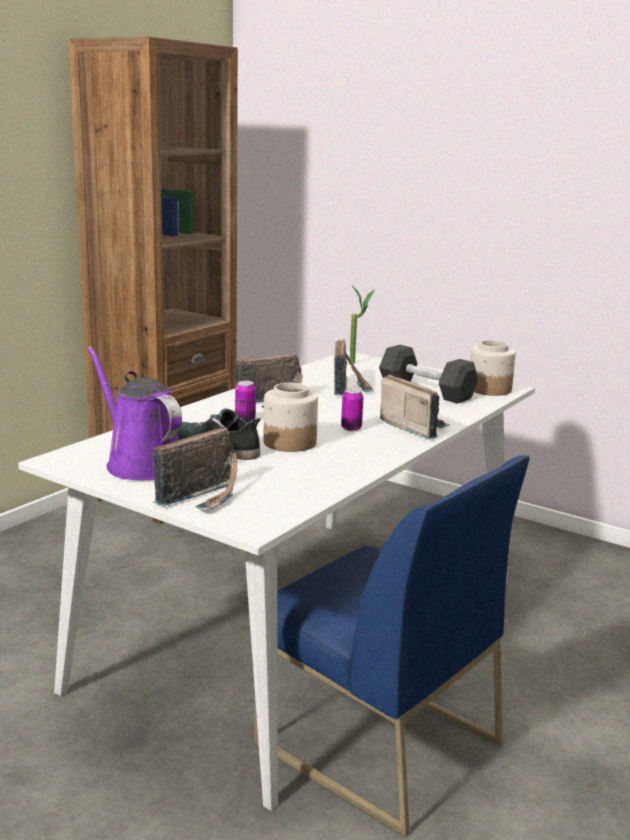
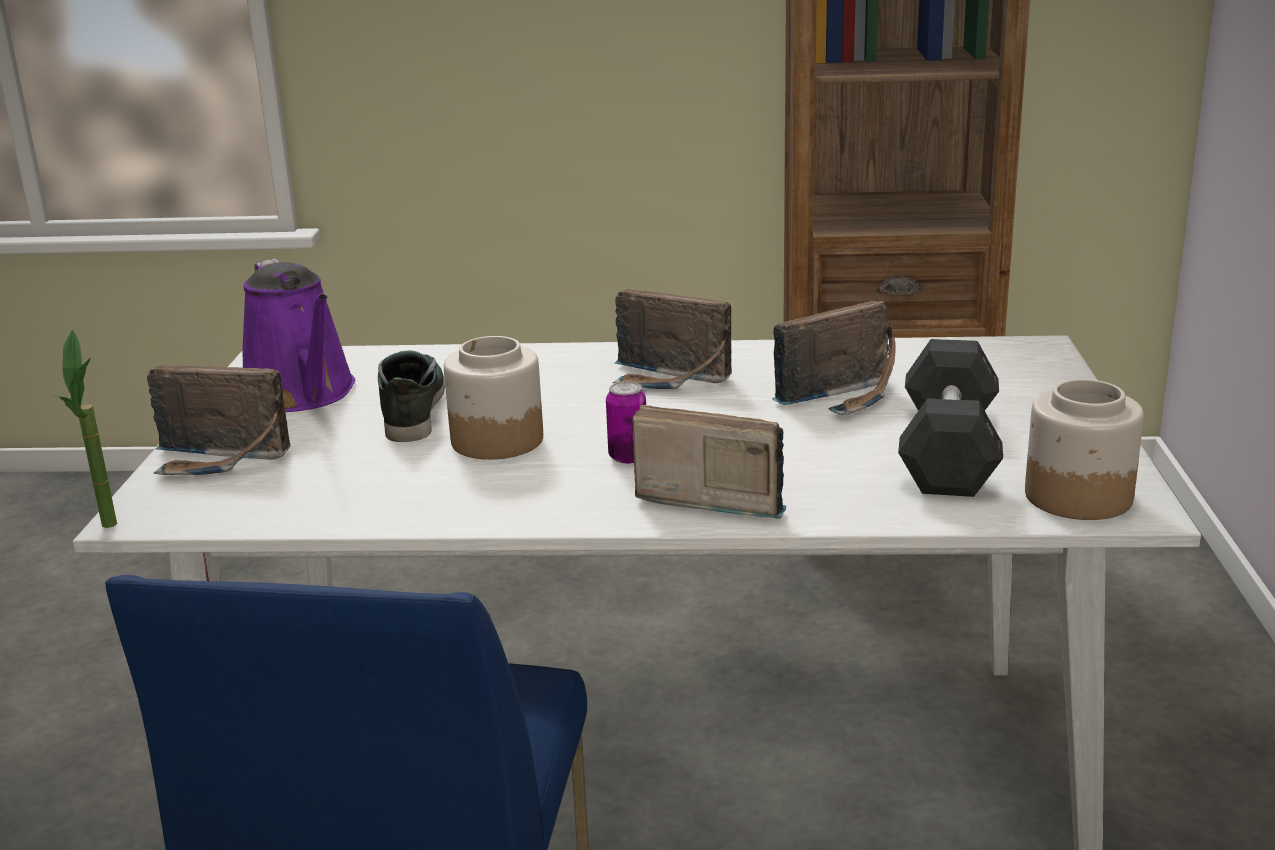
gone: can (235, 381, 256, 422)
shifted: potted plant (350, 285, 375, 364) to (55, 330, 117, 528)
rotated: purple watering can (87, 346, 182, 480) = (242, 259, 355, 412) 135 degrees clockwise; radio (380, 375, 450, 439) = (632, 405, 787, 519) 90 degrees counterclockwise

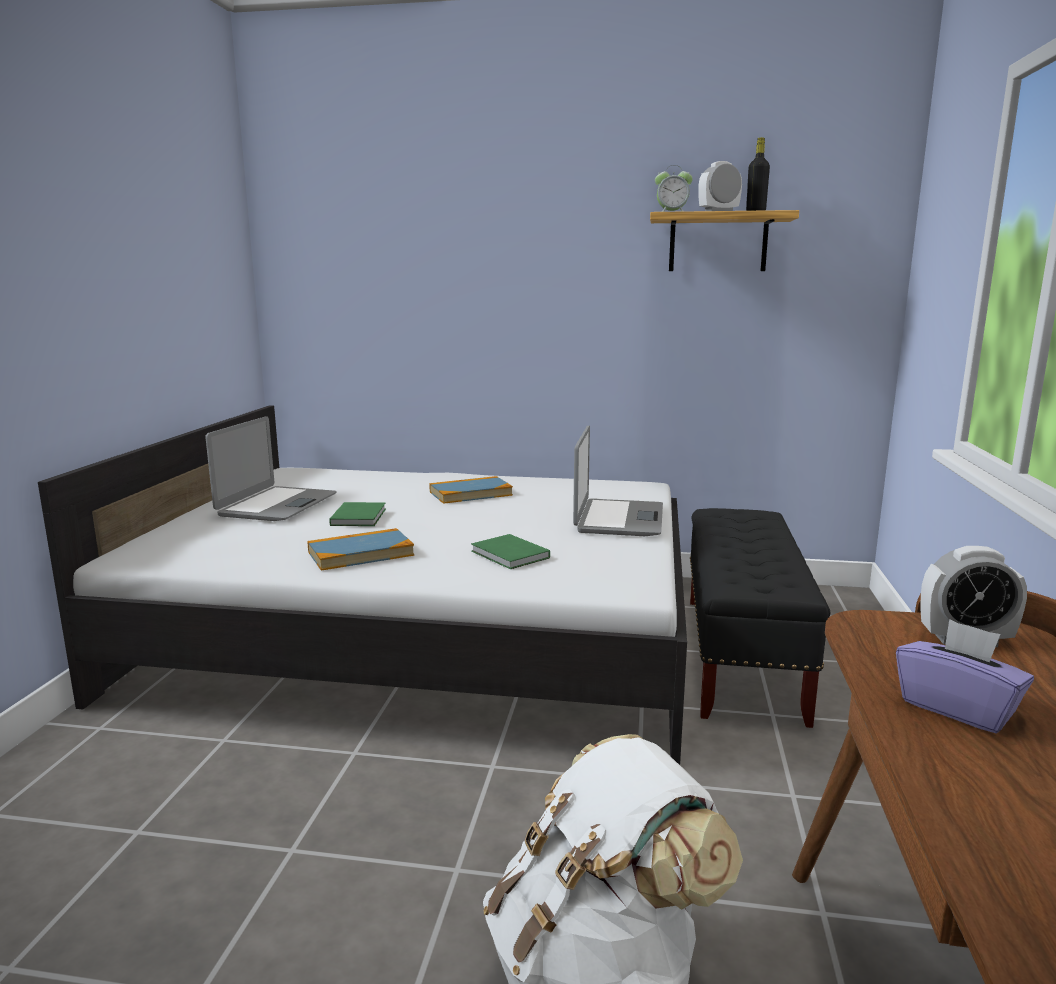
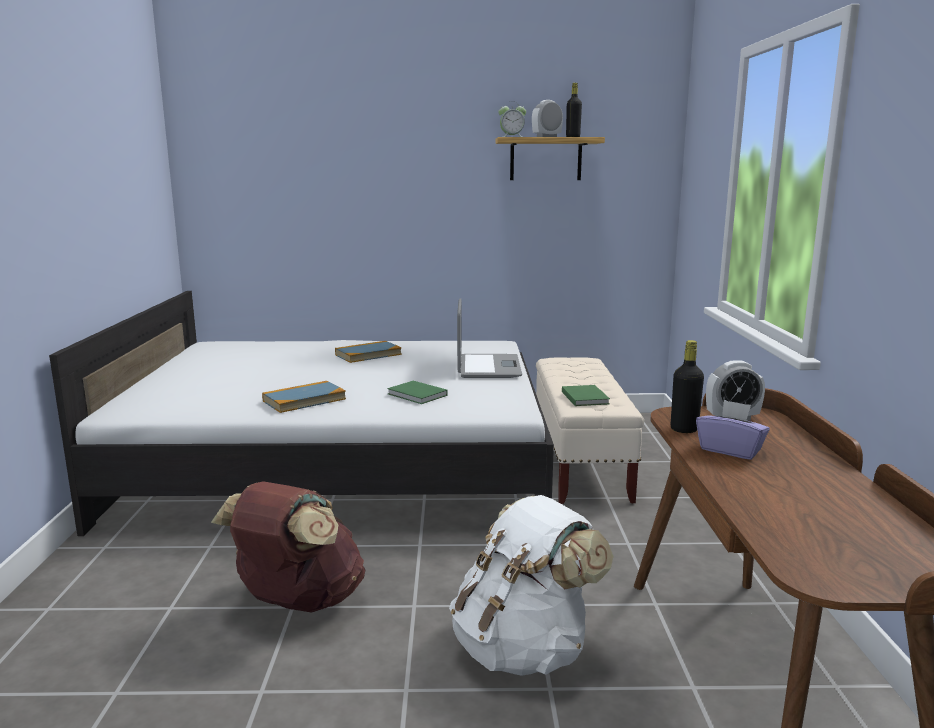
gone: laptop (205, 416, 337, 521)
new: black bottle (671, 340, 704, 433); brown backpack (211, 481, 365, 612)
shifted: green book (329, 502, 386, 526) to (562, 385, 610, 406)
repainted: black bench (690, 508, 830, 728) to beige bench (536, 357, 644, 504)

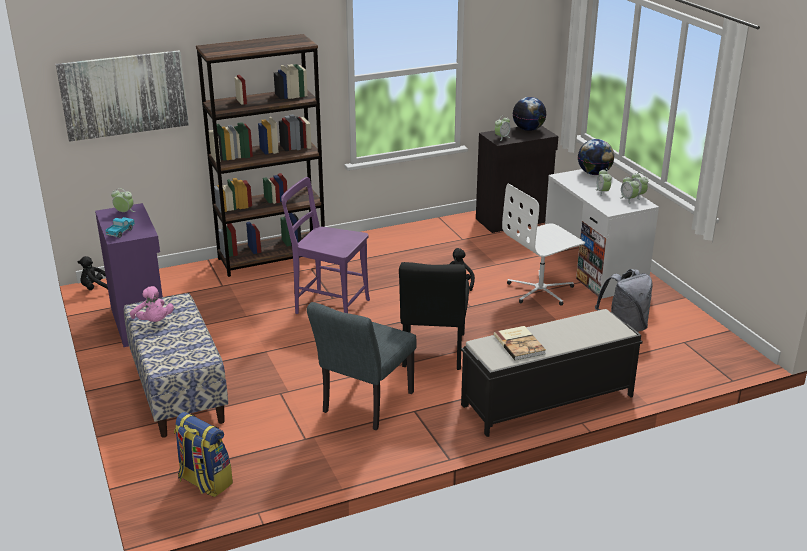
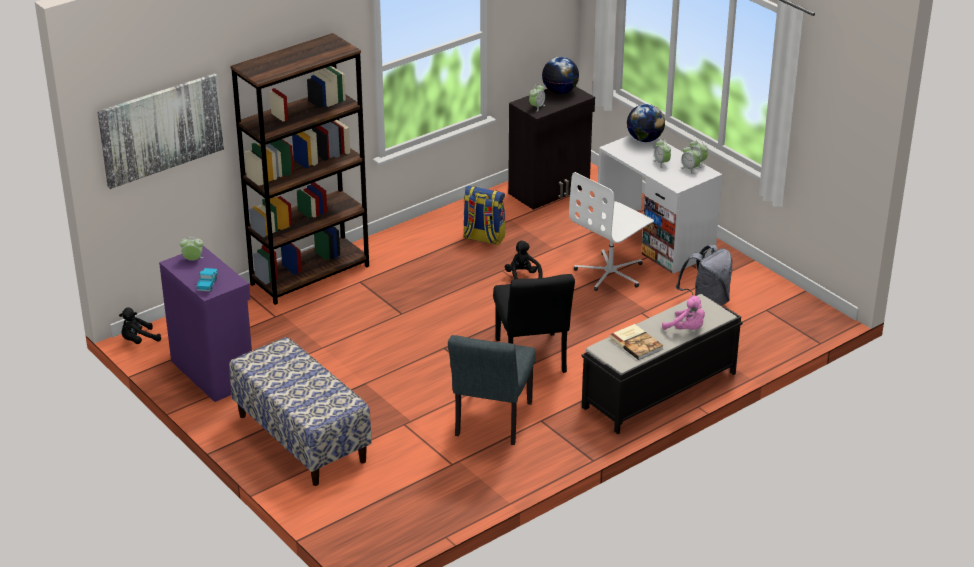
gone: purple chair (281, 177, 370, 314)
shifted: pink plush toy (130, 286, 174, 322) to (662, 295, 705, 330); backpack (174, 412, 233, 497) to (463, 186, 505, 245)

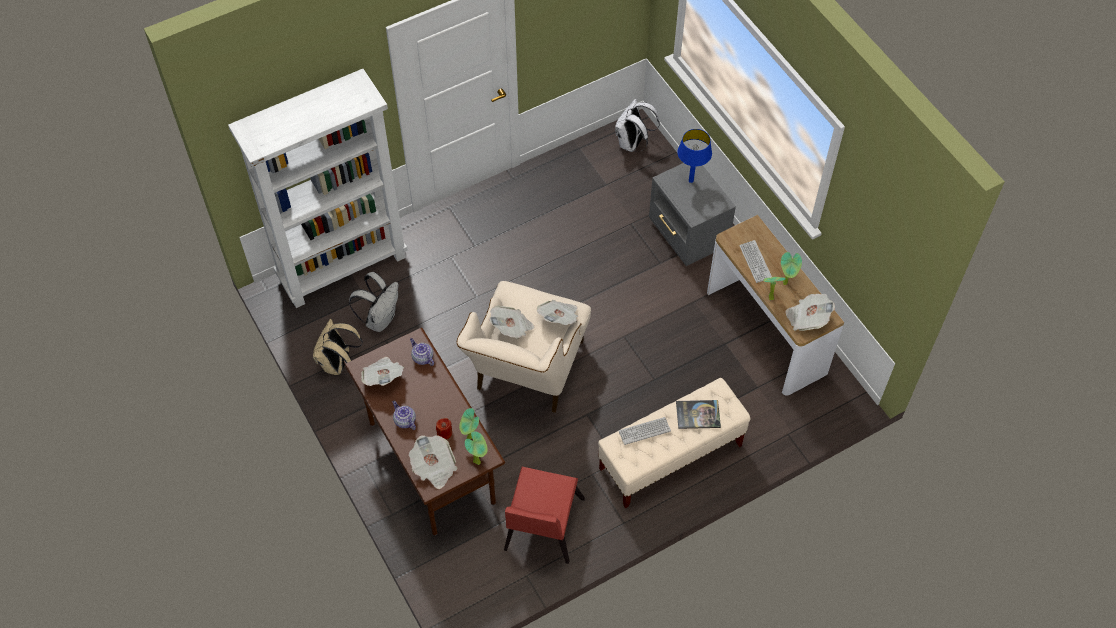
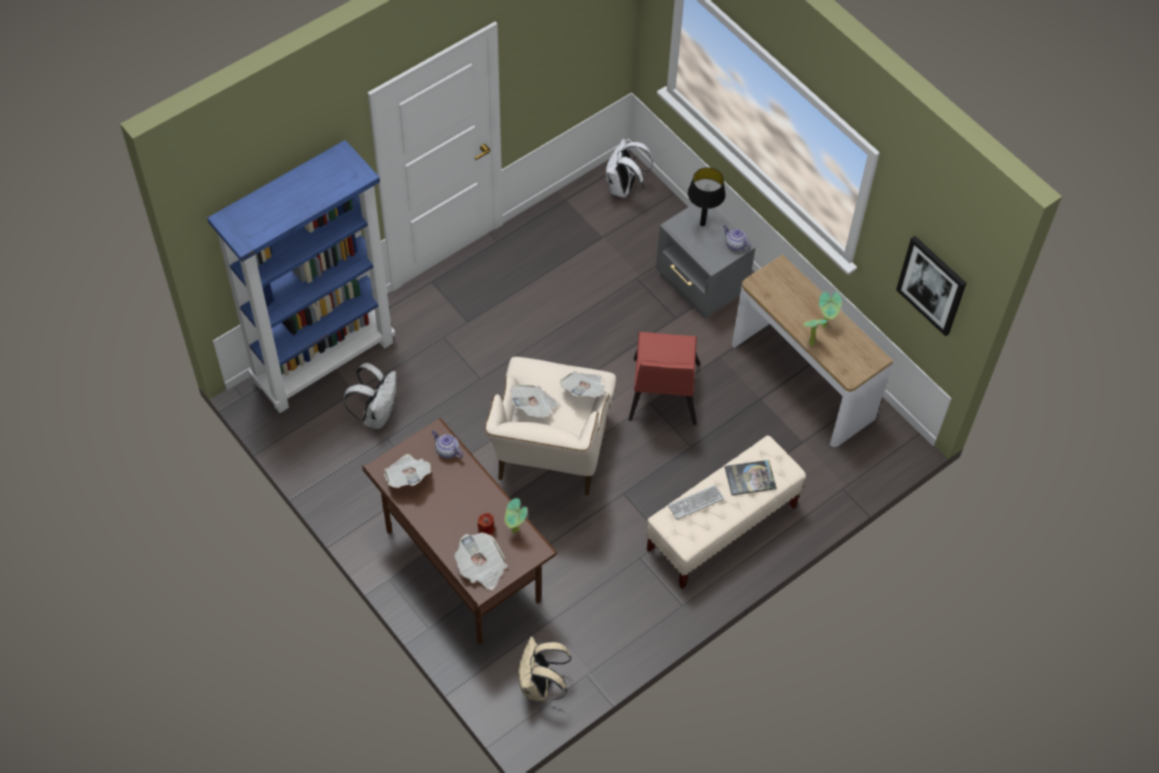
gone: keyboard (739, 240, 772, 283); newspaper (785, 294, 835, 331); potted plant (465, 431, 488, 465)
new: picture (896, 236, 966, 336)
shifted: beige backpack (313, 319, 363, 375) to (518, 637, 571, 701); teapot (392, 400, 416, 430) to (723, 225, 751, 251); red chair (504, 467, 585, 564) to (629, 332, 700, 425)
repainted: white bookcase (228, 69, 408, 308) to blue bookcase (207, 140, 395, 413); blue table lamp (677, 129, 712, 183) to black table lamp (688, 167, 726, 226)

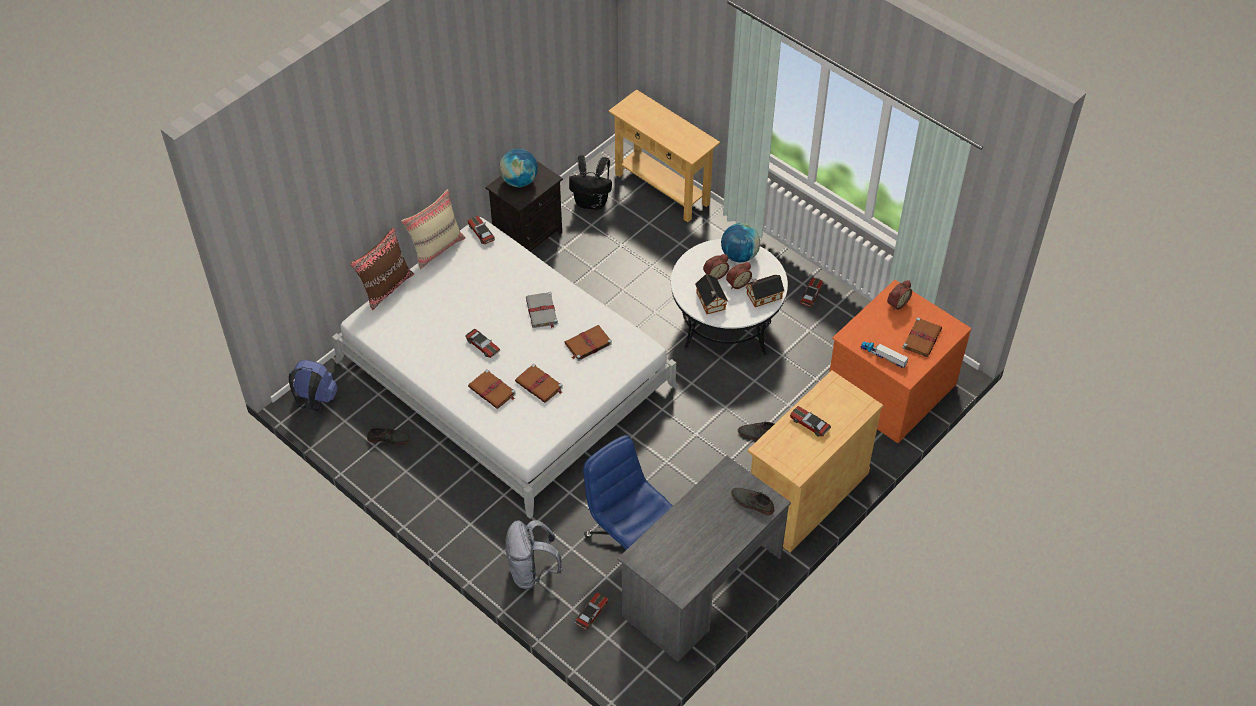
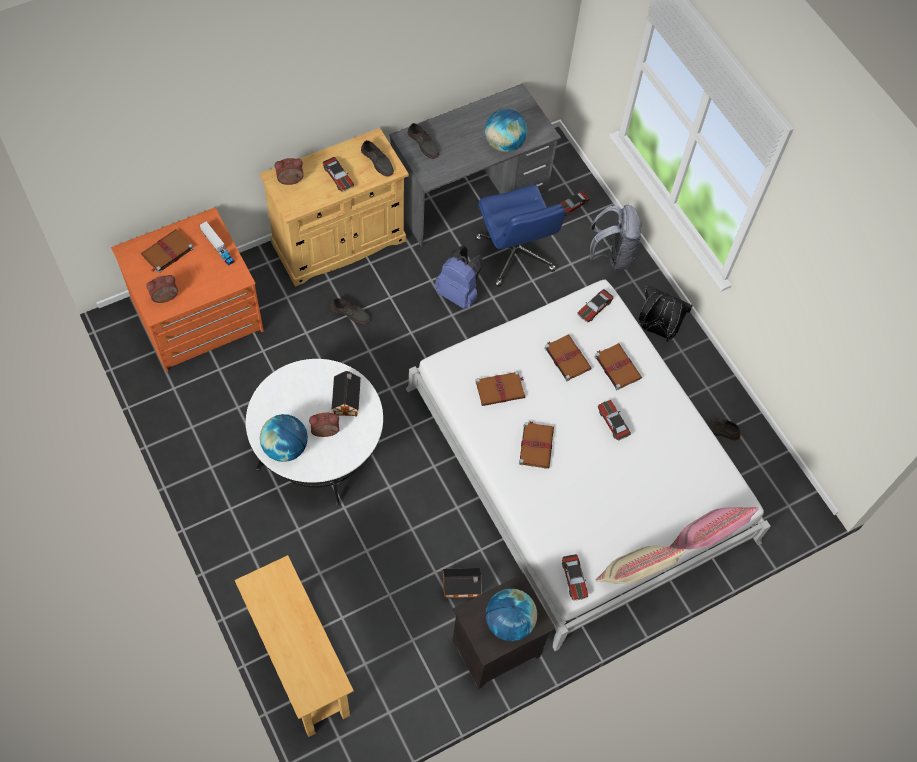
new: globe (485, 109, 527, 152); grey shoe (361, 140, 394, 177)
shifted: black backpack (569, 155, 612, 209) to (638, 286, 693, 342); alarm clock (726, 262, 752, 289) to (274, 158, 304, 185); toy house (746, 275, 784, 307) to (443, 568, 482, 598); toy car (800, 278, 823, 307) to (577, 289, 614, 323); blue backpack (289, 360, 338, 411) to (435, 246, 483, 309)
repainted: brown pillow (350, 227, 414, 310) to pink pillow (669, 507, 759, 549); grey book (526, 292, 558, 328) to brown book (519, 422, 554, 469)

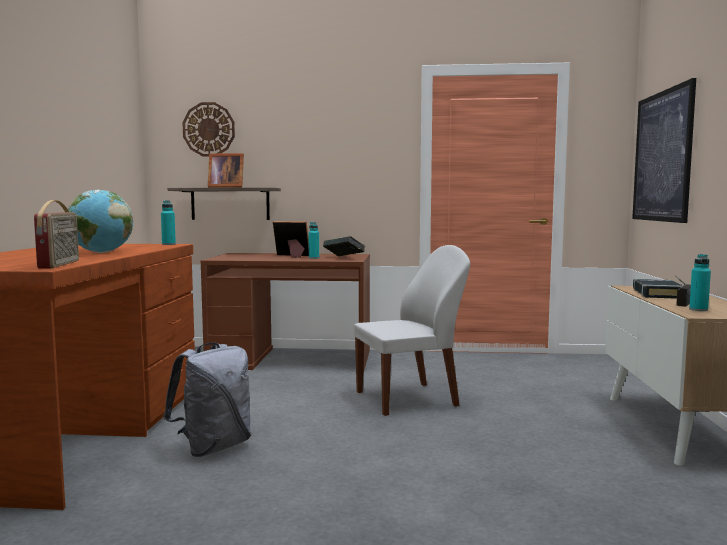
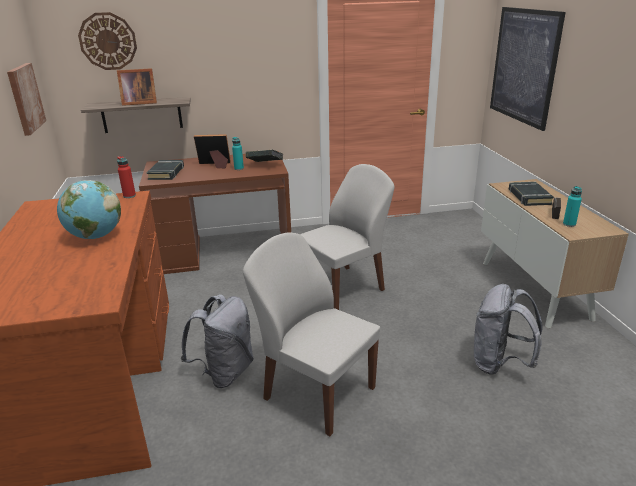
gone: radio (34, 200, 79, 269)
new: picture (7, 63, 46, 136); black book (147, 160, 184, 180); white chair (243, 233, 380, 436); grey backpack (474, 284, 543, 375)
repainted: turquoise bottle (161, 200, 176, 245) to red bottle (117, 156, 136, 198)

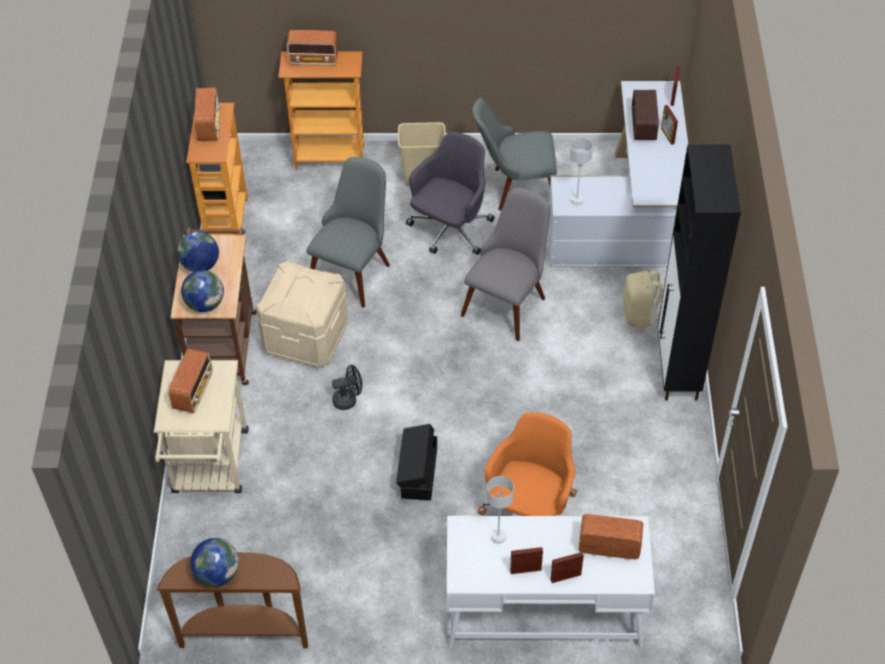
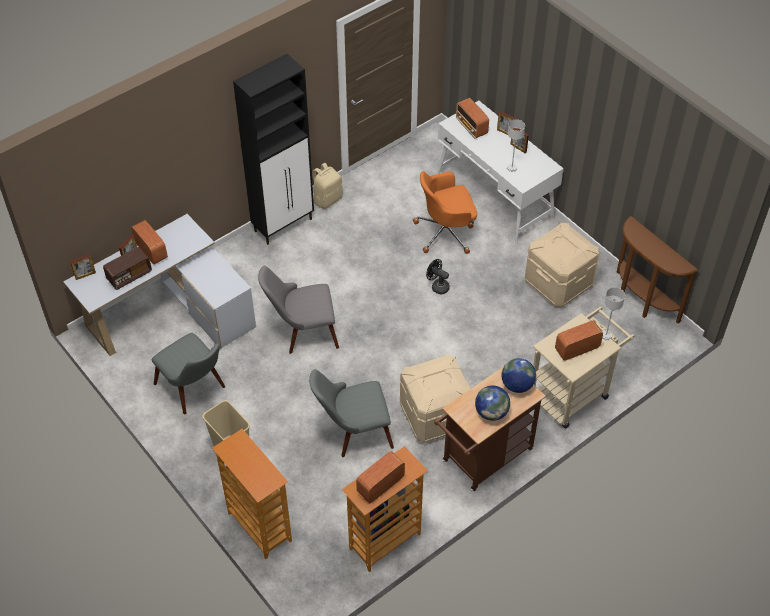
gone: grey office chair (406, 132, 495, 255); black storage box (396, 424, 437, 501); globe (191, 538, 239, 586)
new: beige storage box (525, 223, 599, 307)
shifted: radio (287, 30, 338, 66) to (131, 220, 168, 264); grey table lamp (570, 138, 593, 205) to (602, 287, 625, 340); beige backpack (623, 270, 663, 328) to (312, 163, 343, 209); black fan (332, 365, 362, 410) to (426, 259, 450, 294)

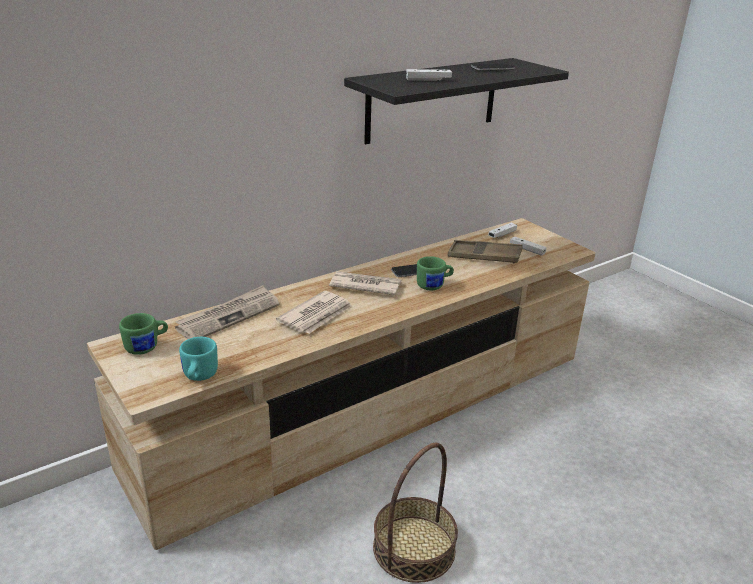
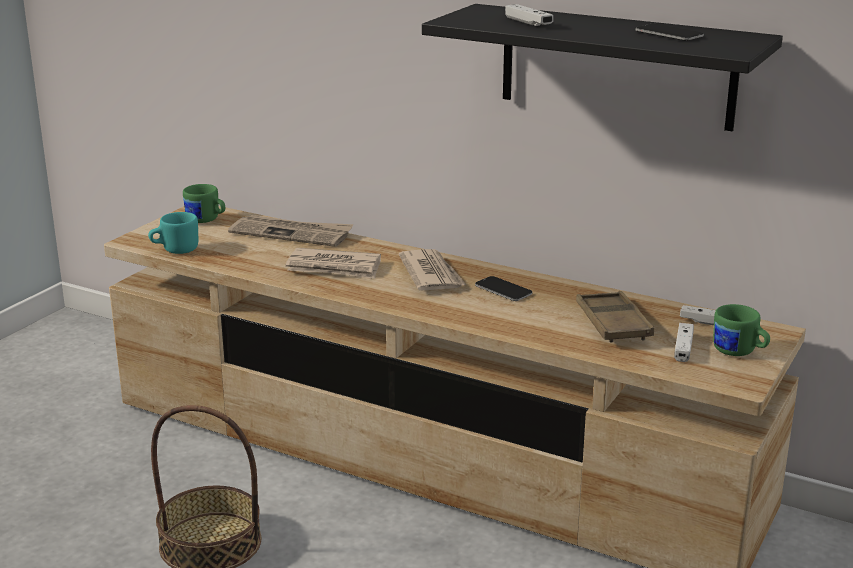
shifted: green mug (417, 256, 454, 290) to (713, 304, 770, 356)

